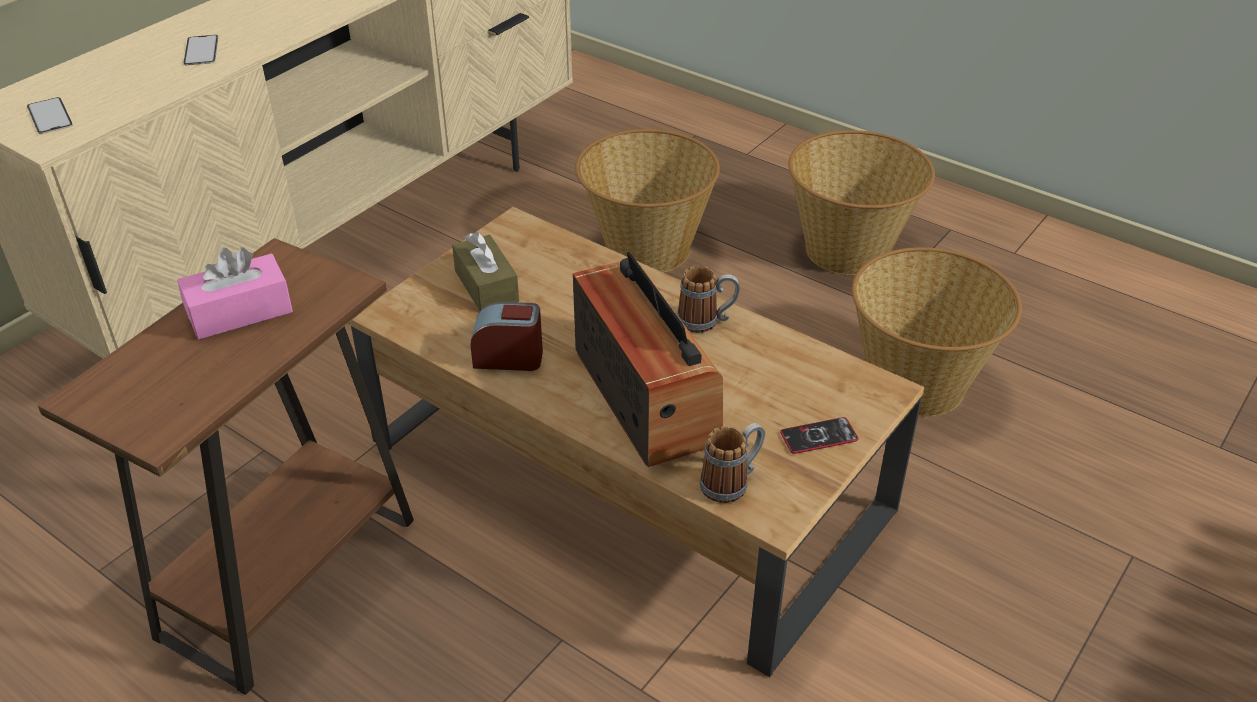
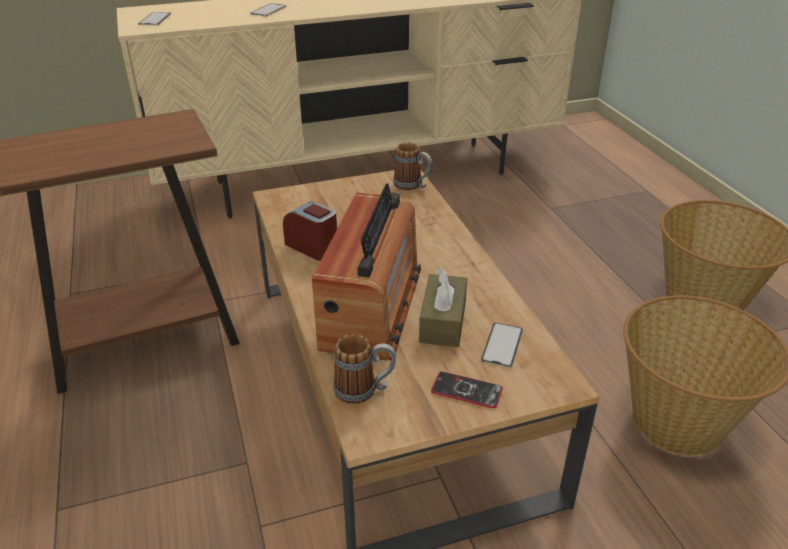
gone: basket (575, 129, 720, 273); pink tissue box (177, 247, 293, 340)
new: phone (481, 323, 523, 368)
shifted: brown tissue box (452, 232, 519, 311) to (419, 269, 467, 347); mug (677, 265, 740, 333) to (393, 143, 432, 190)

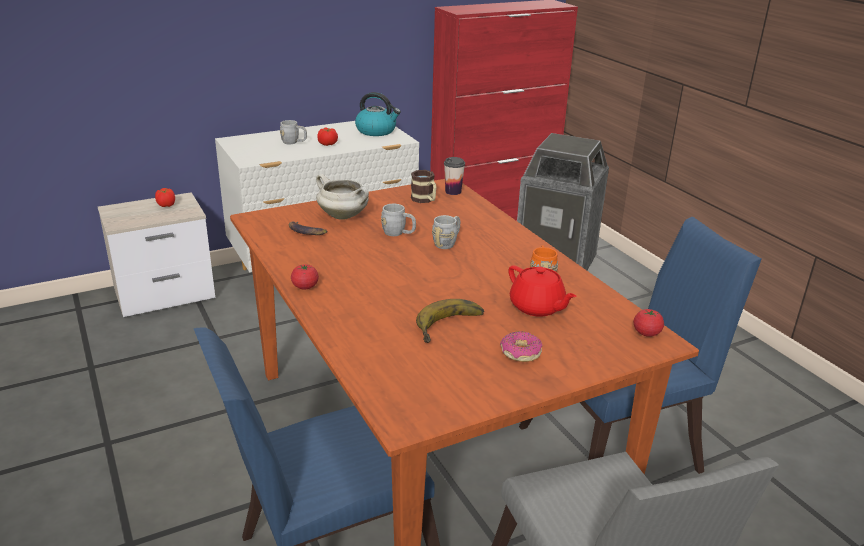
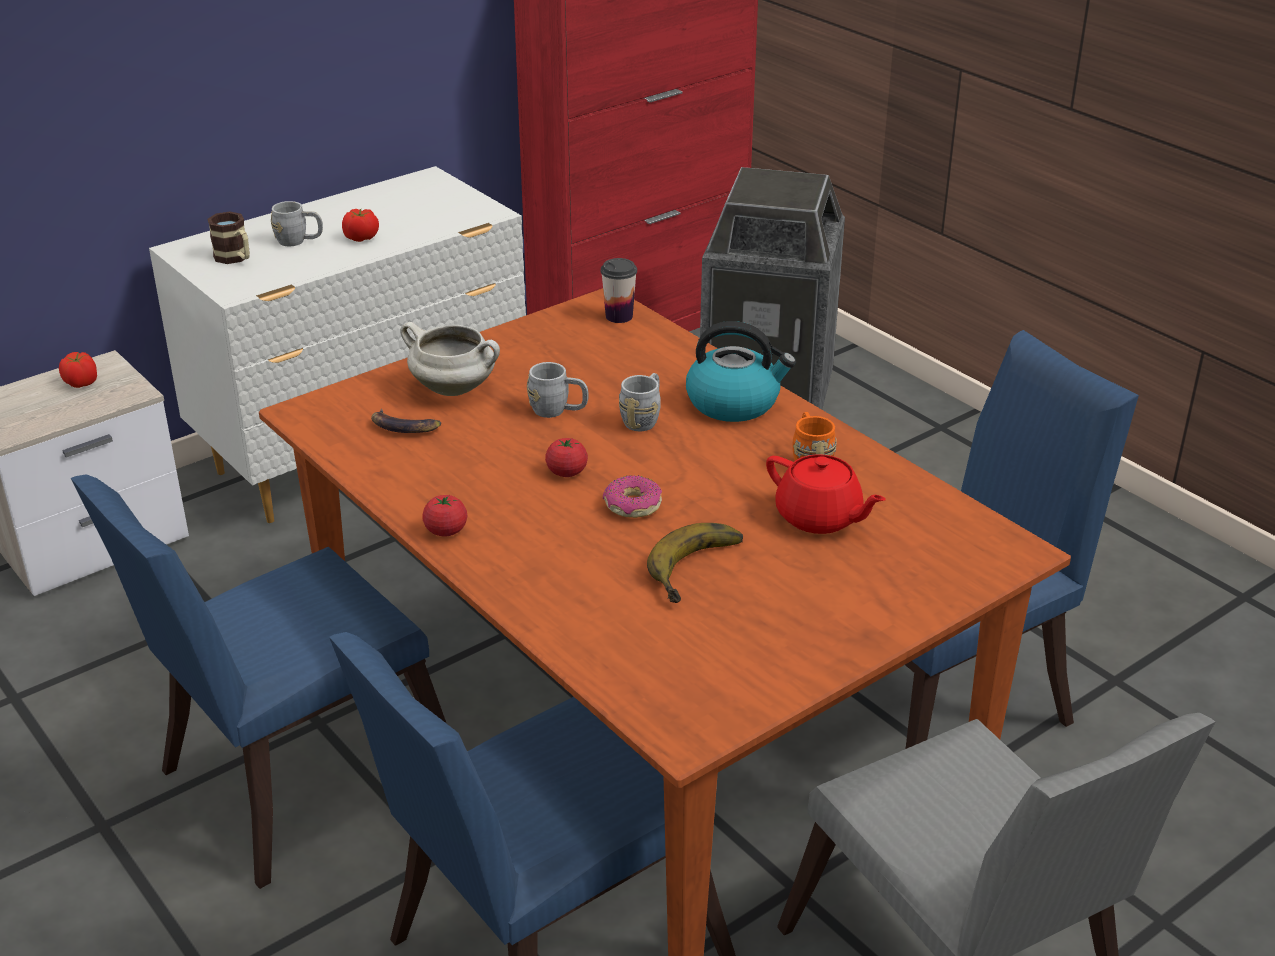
new: blue chair (71, 474, 447, 889)
shifted: kettle (355, 92, 401, 136) to (686, 321, 796, 422); mug (411, 170, 436, 203) to (207, 212, 250, 264); tomato (633, 309, 664, 337) to (545, 438, 588, 477); donut (500, 331, 543, 362) to (603, 475, 662, 518)

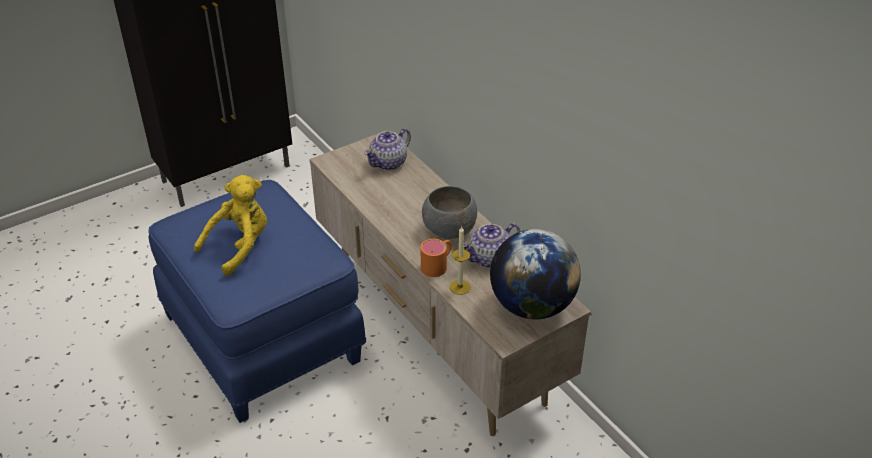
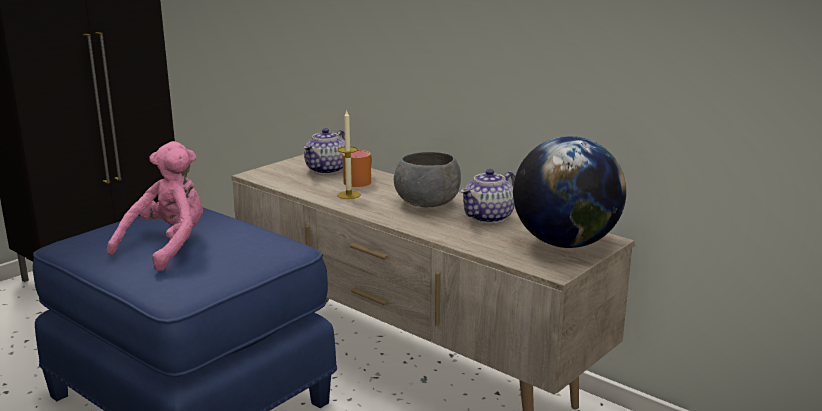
shifted: candle (450, 226, 471, 295) to (337, 111, 361, 199); orange mug (421, 239, 452, 277) to (343, 150, 372, 187)
repainted: yellow plush toy (194, 175, 267, 276) to pink plush toy (107, 141, 203, 271)

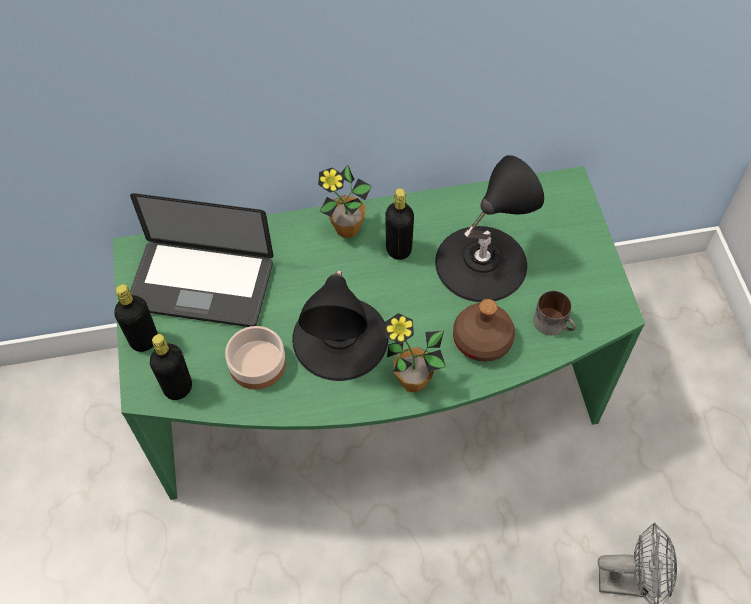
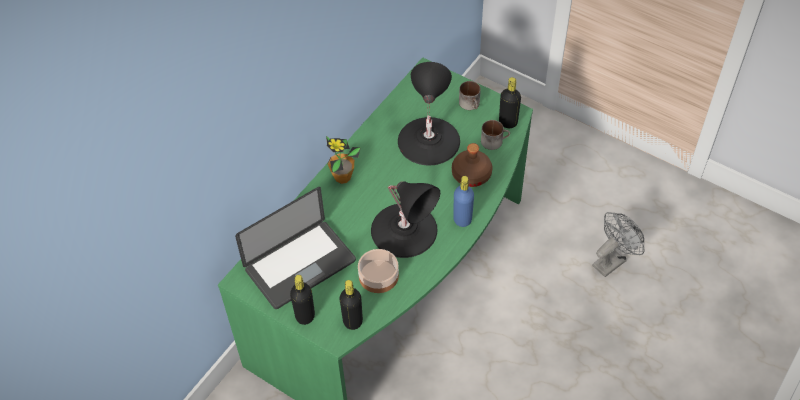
new: mug (459, 81, 481, 110)
shifted: black bottle (385, 188, 414, 260) to (499, 77, 521, 128)
swapped: potted plant (385, 313, 446, 392) to blue bottle (453, 176, 474, 227)

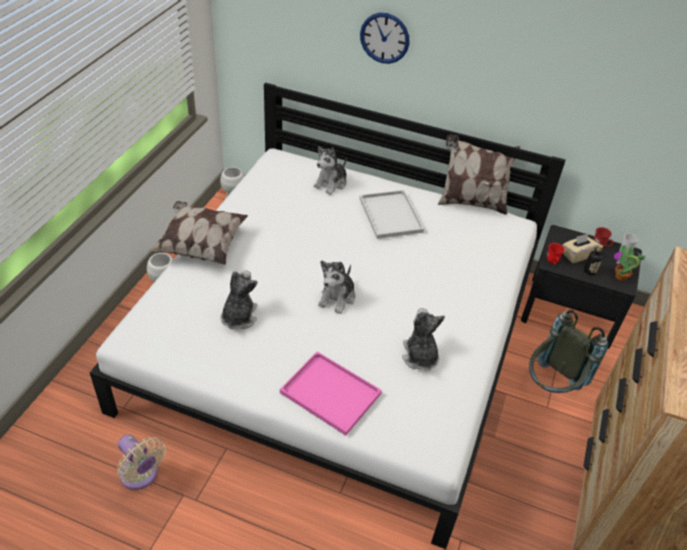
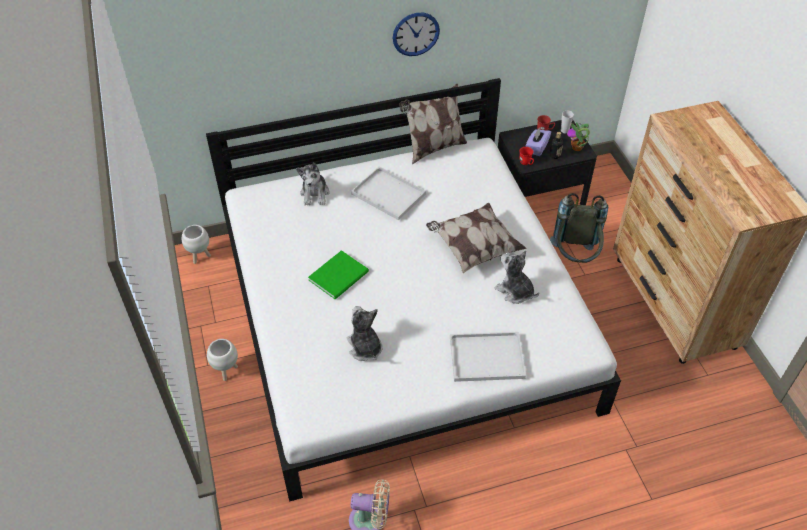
gone: plush toy (318, 261, 355, 314)
new: green book (308, 250, 369, 299)
shifted: wall clock (360, 13, 409, 64) to (392, 13, 440, 56); pillow (149, 201, 248, 265) to (426, 203, 527, 273)
repainted: beige tissue box (563, 234, 599, 263) to purple tissue box (526, 127, 551, 156); pink tray (280, 352, 382, 436) to white tray (450, 332, 526, 382)

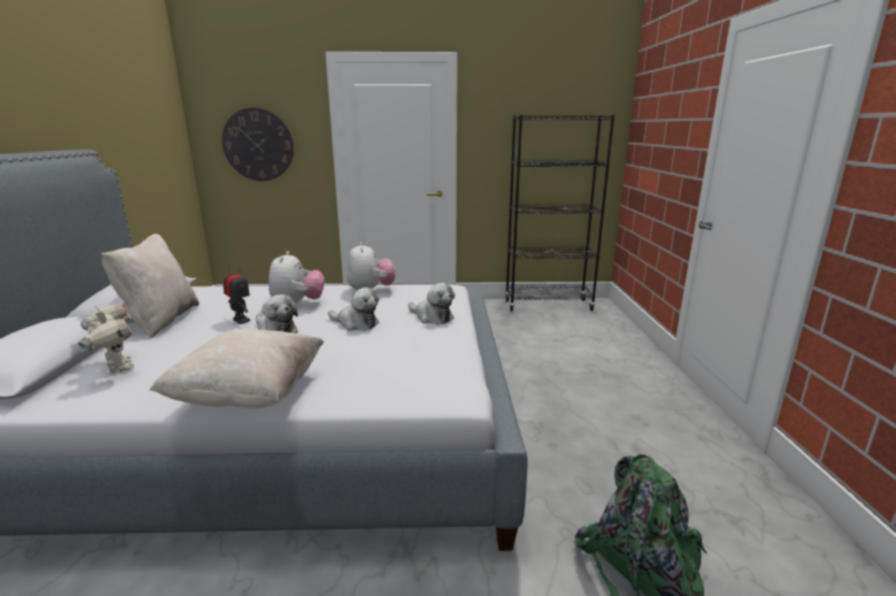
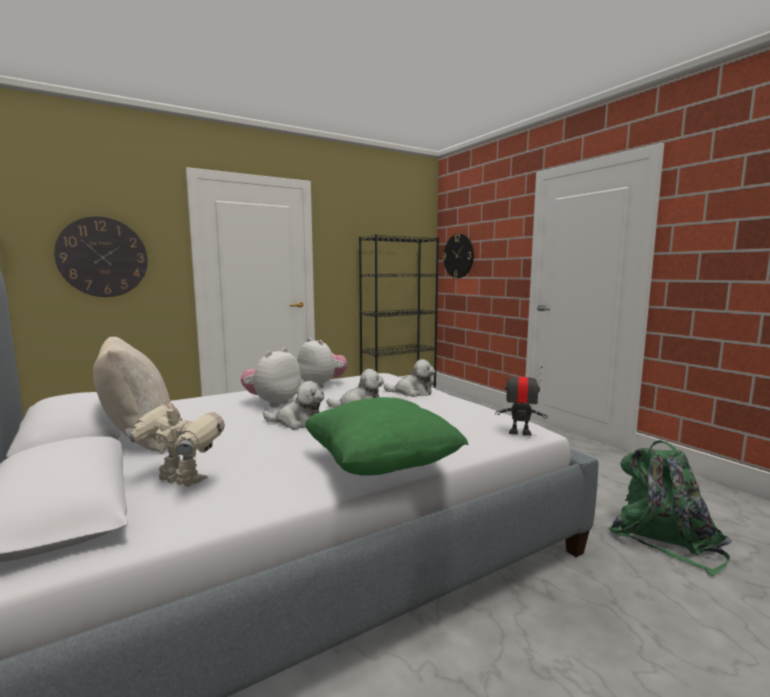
new: wall clock (443, 234, 474, 278)
shifted: toy robot (223, 264, 250, 324) to (495, 366, 548, 436)
repainted: beige pillow (149, 329, 324, 408) to green pillow (305, 397, 469, 475)
rotated: plush toy (269, 251, 324, 303) = (241, 348, 301, 407) 120 degrees counterclockwise

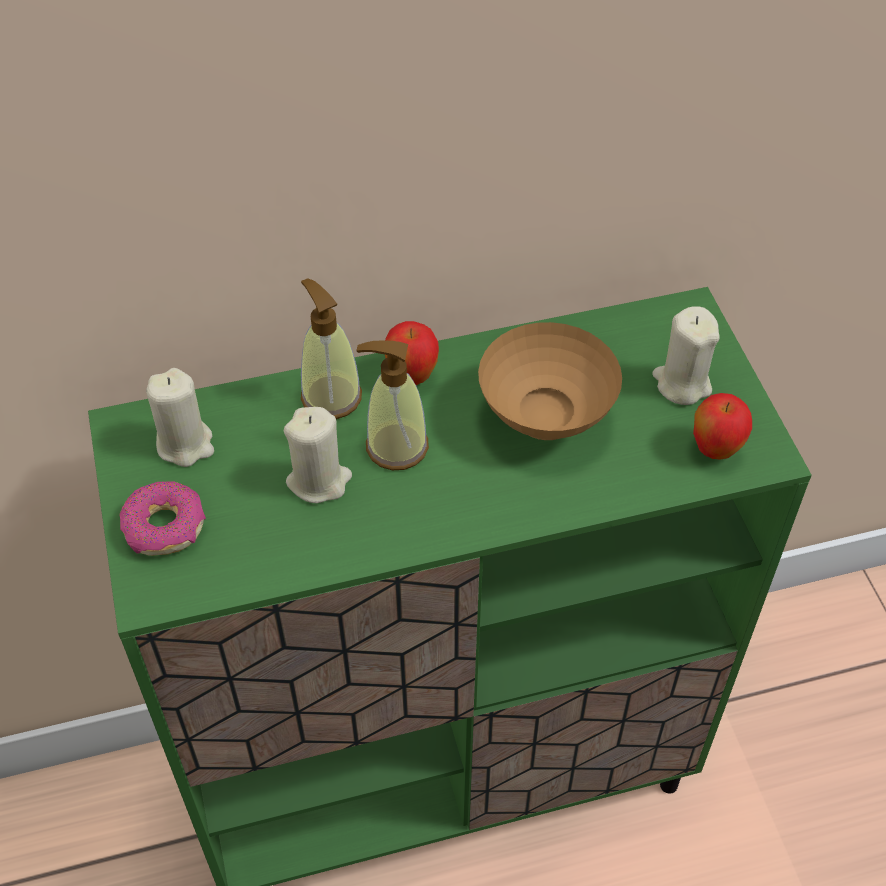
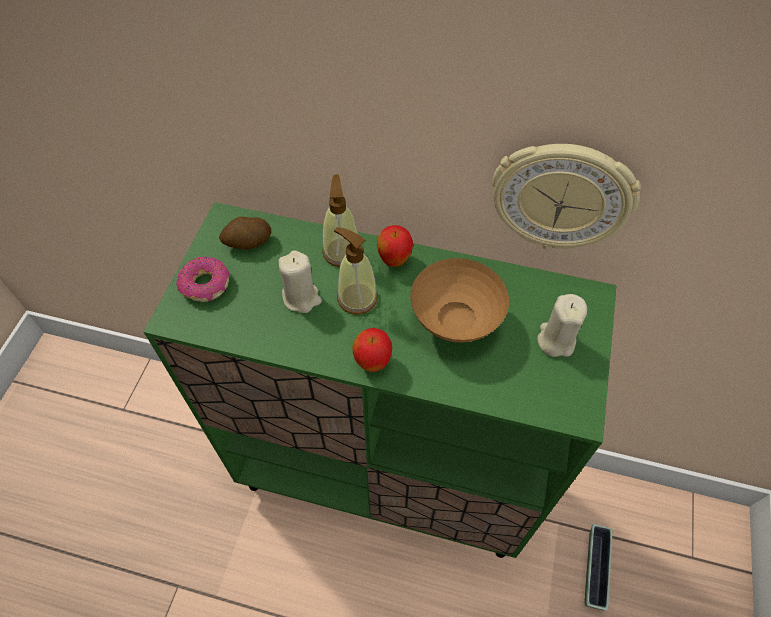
new: wall clock (492, 144, 641, 249); planter (585, 524, 612, 611)
shifted: apple (693, 393, 752, 460) to (352, 328, 392, 372)
swapped: beige candle (146, 368, 214, 467) to potato (219, 217, 271, 249)

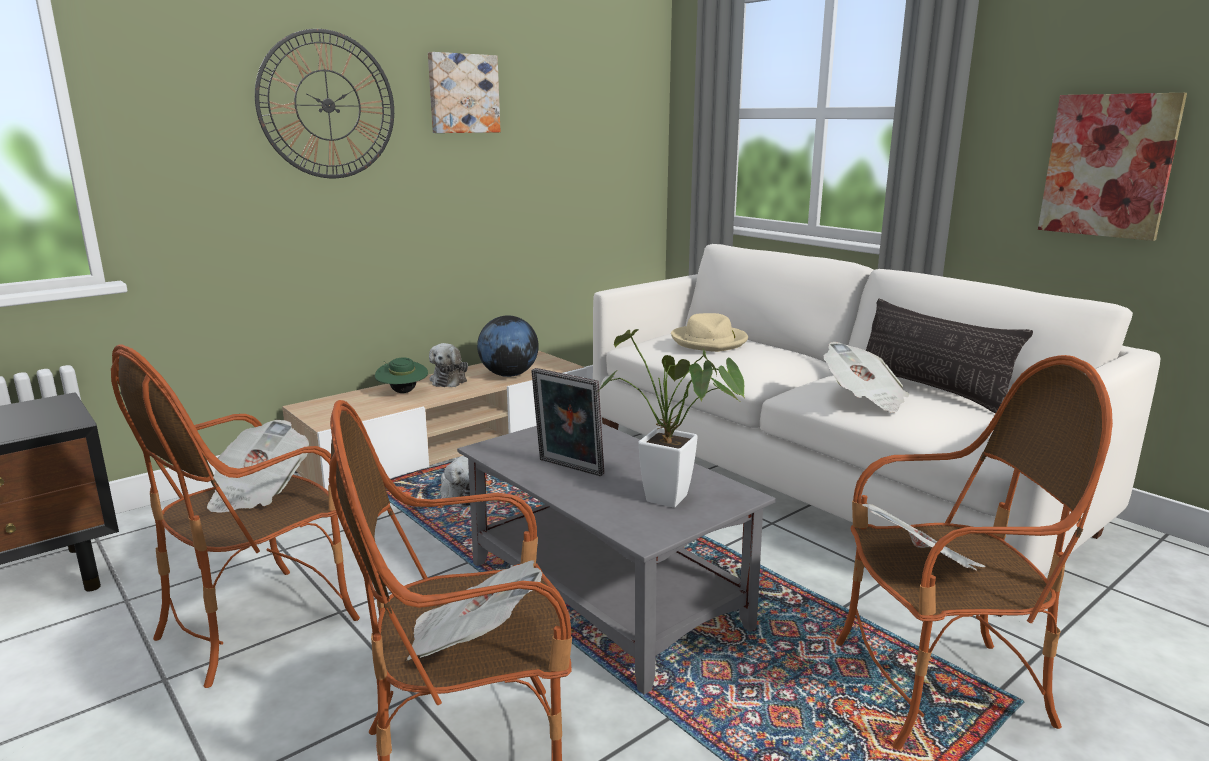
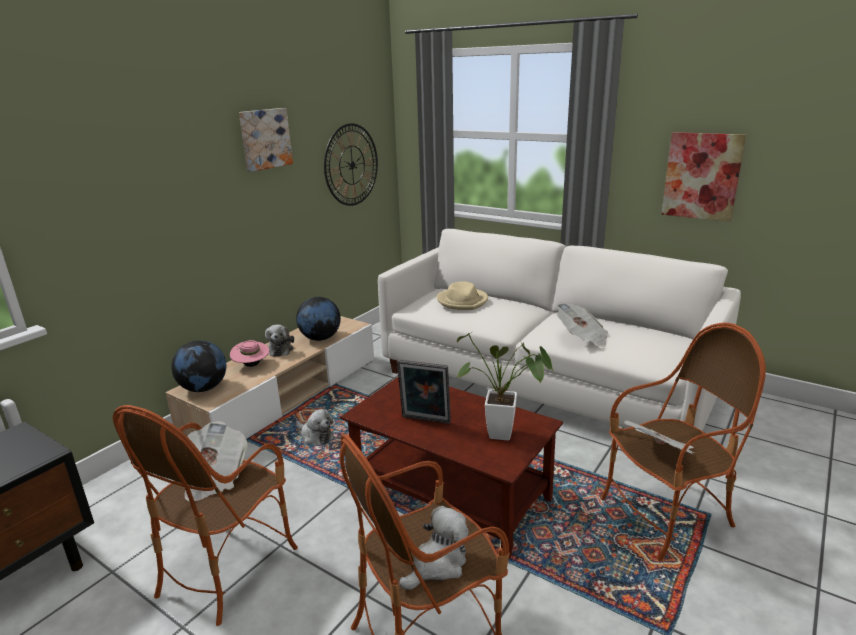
gone: pillow (866, 299, 1033, 414)
new: globe (171, 340, 227, 392)
shifted: wall clock (255, 29, 394, 178) to (324, 123, 378, 206)
swapped: newspaper (407, 560, 542, 660) to plush toy (399, 506, 469, 590)
repainted: green hat (375, 357, 428, 393) to pink hat (230, 340, 269, 367); grey coffee table (457, 423, 776, 694) to brown coffee table (340, 377, 563, 559)

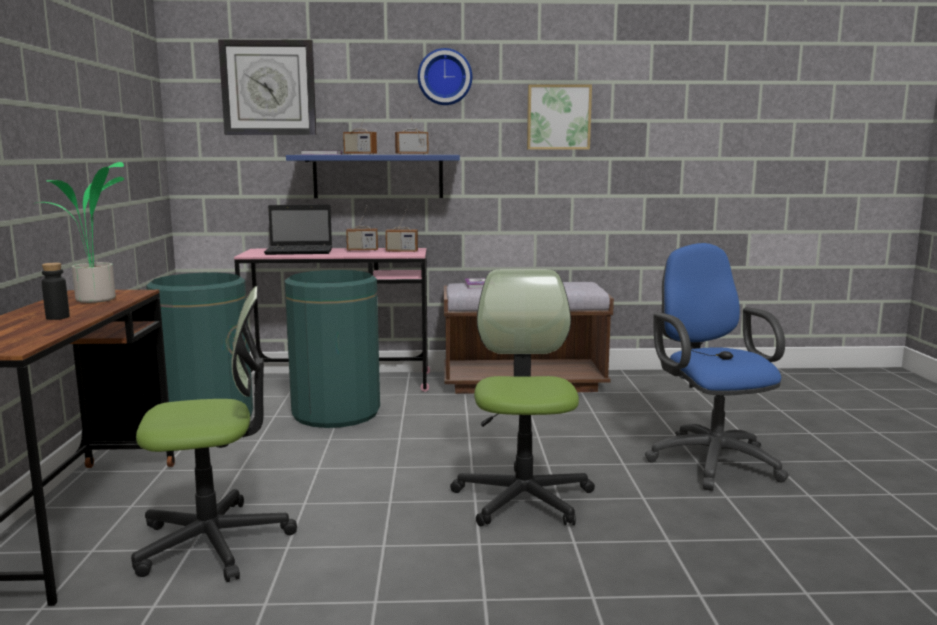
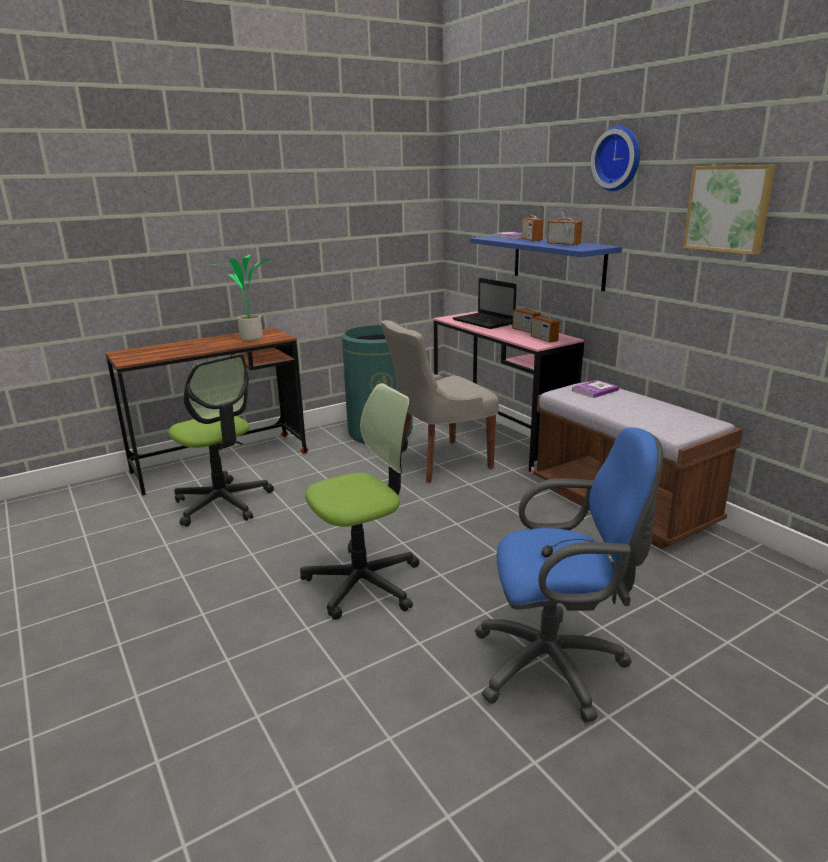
gone: wall clock (218, 39, 317, 135); black bottle (41, 263, 70, 320)
swapped: green trash can (285, 270, 380, 428) to grey chair (381, 320, 499, 483)
rotated: blue office chair (645, 243, 789, 491) = (474, 427, 663, 722) 45 degrees clockwise

